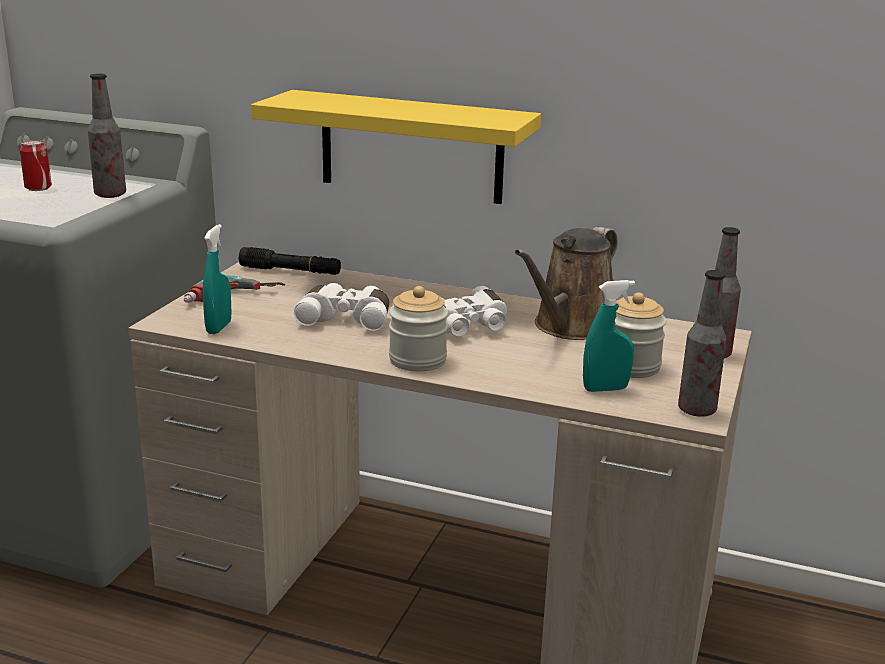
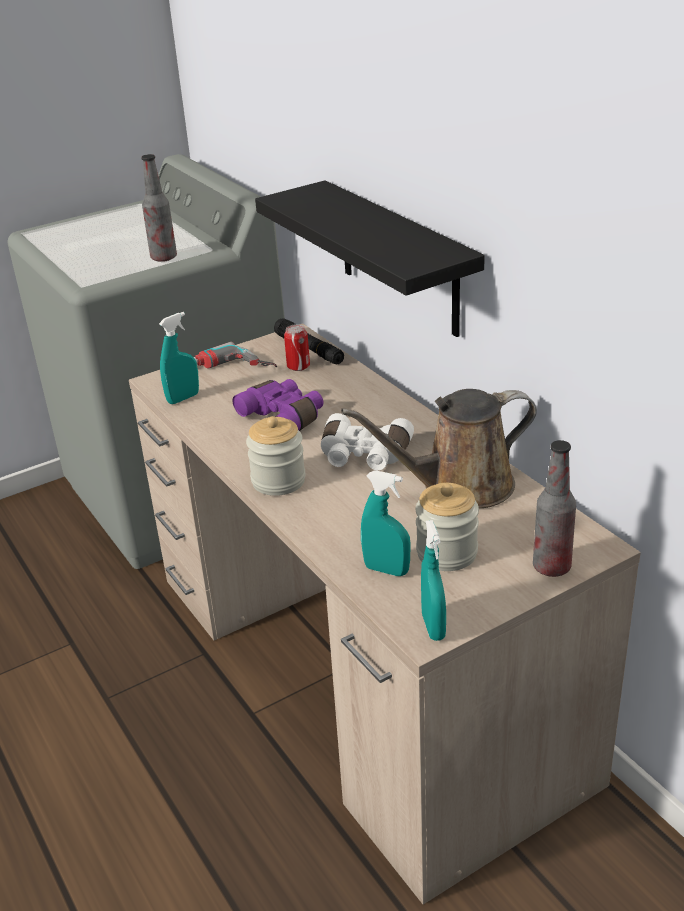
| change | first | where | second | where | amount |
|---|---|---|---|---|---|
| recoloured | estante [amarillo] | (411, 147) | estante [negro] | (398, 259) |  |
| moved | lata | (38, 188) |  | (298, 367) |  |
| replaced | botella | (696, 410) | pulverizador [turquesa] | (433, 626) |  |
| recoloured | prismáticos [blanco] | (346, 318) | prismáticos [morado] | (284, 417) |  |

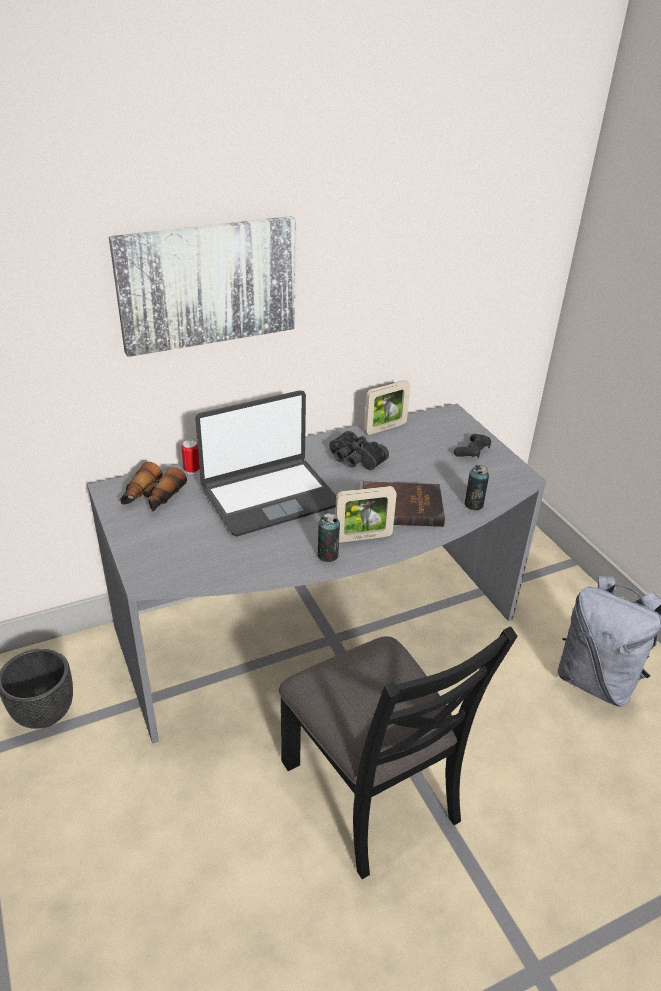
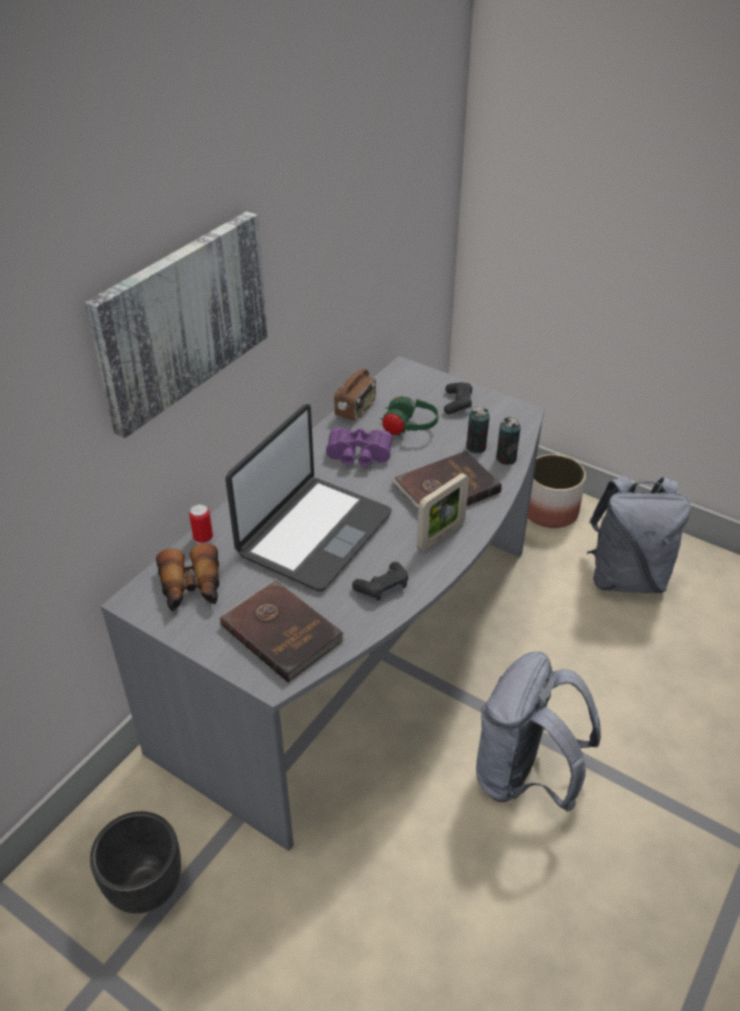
| change | first | where | second | where | amount |
|---|---|---|---|---|---|
| replaced | portarretratos | (385, 428) | radio | (356, 410) |  |
| recoloured | prismáticos [negro] | (355, 460) | prismáticos [morado] | (358, 456) |  |
| moved | lata | (327, 555) |  | (476, 447) |  |
| replaced | silla [negro] | (372, 790) | mochila [gris] | (524, 776) |  |
| added |  |  | auriculares [verde] | (409, 428) |  |
| added |  |  | maceta | (550, 511) |  |
| added |  |  | mando de consola [negro] | (382, 587) |  |
| added |  |  | libro [marrón] | (282, 631) |  |

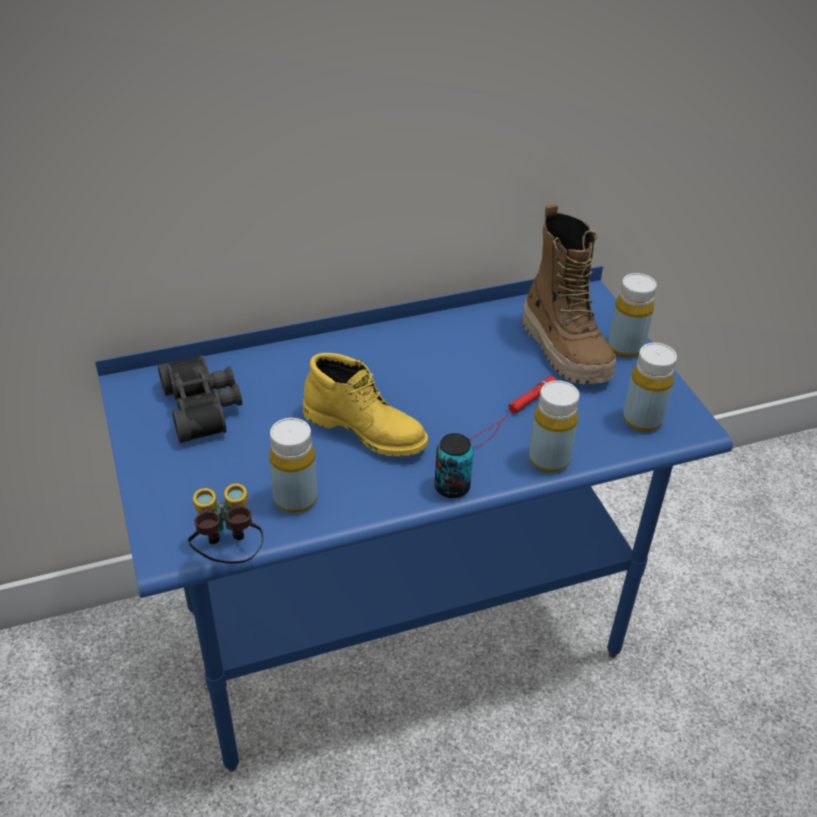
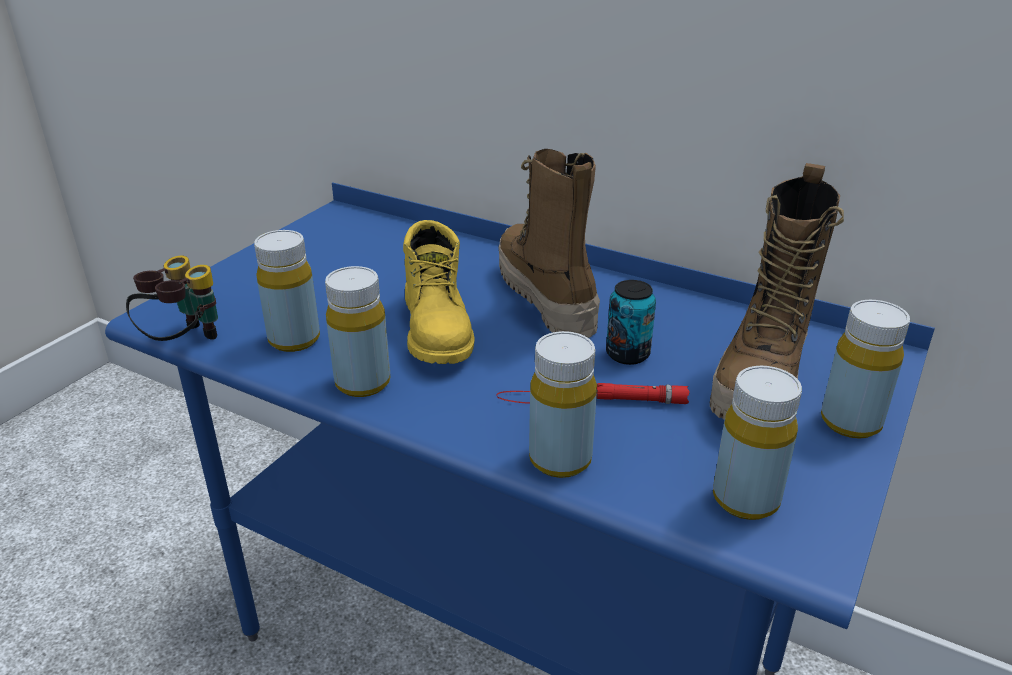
| change | first | where | second | where | amount |
|---|---|---|---|---|---|
| removed | prismáticos [negro] | (204, 407) |  |  |  |
| moved | lata | (452, 487) |  | (627, 354) |  |
| added |  |  | bota | (545, 297) |  |
| added |  |  | botella [amarillo] | (363, 383) |  |

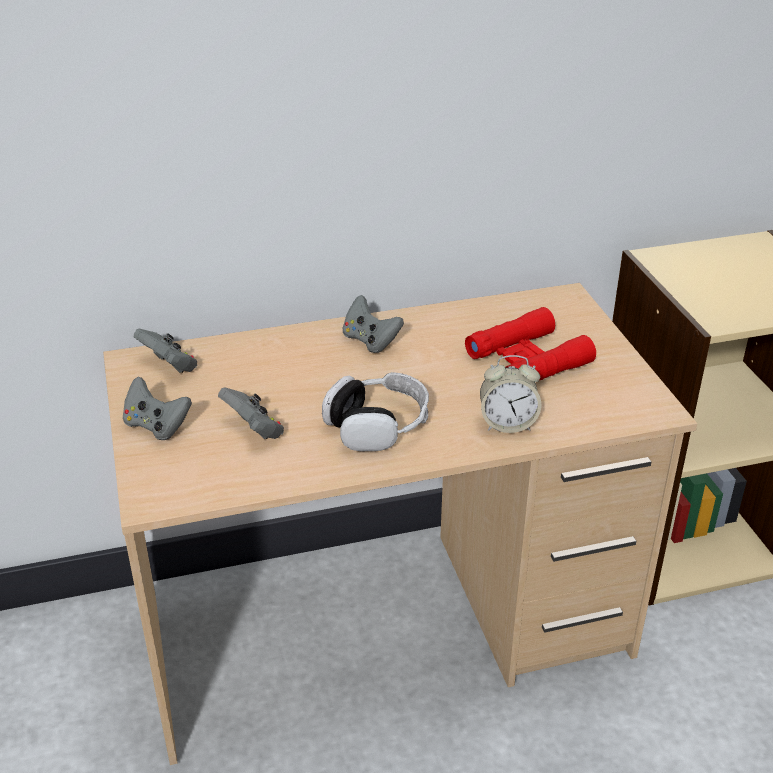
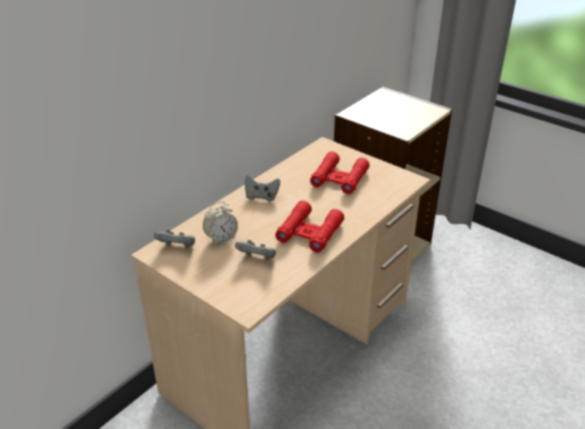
| change | first | where | second | where | amount |
|---|---|---|---|---|---|
| moved | despertador | (507, 424) |  | (221, 239) |  |
| replaced | auriculares | (377, 425) | prismáticos [rojo] | (309, 232) |  |
| removed | mando de consola [gris] | (156, 426) |  |  |  |

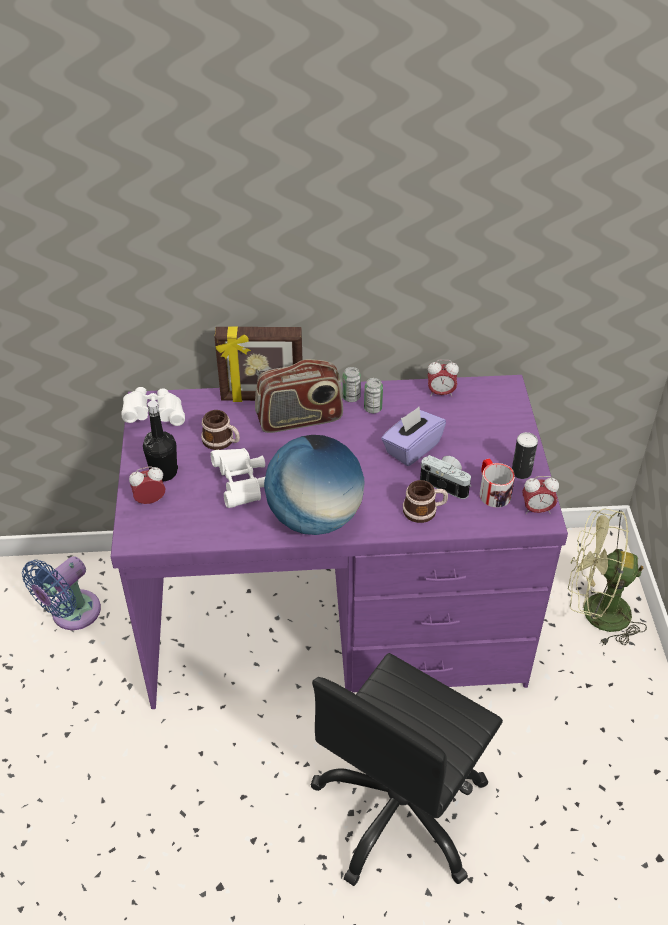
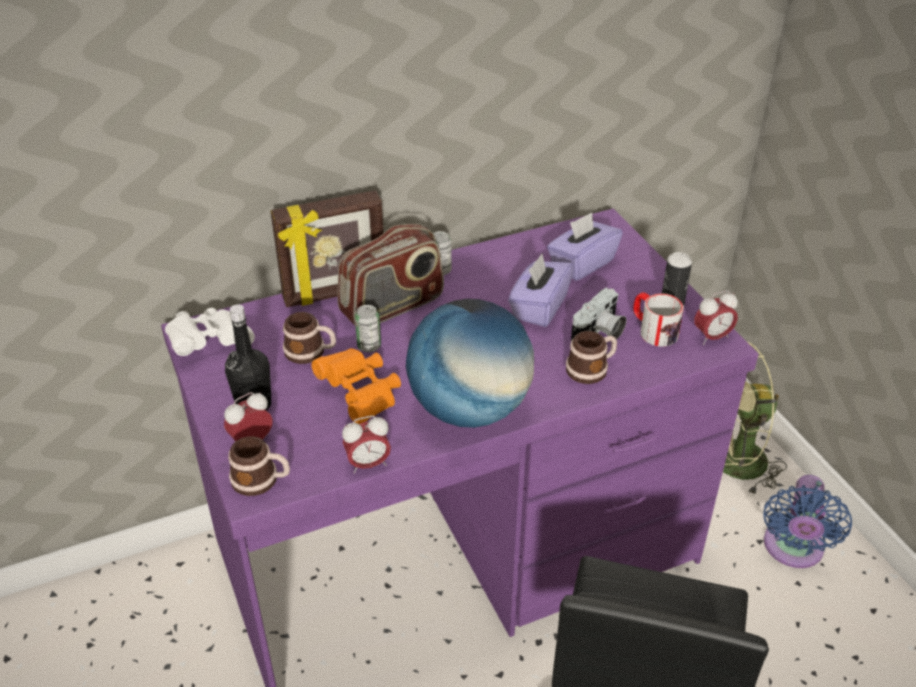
| change | first | where | second | where | amount |
|---|---|---|---|---|---|
| moved | despertador | (441, 393) |  | (368, 464) |  |
| moved | lata | (373, 408) |  | (369, 346) |  |
| recoloured | prismáticos [blanco] | (242, 485) | prismáticos [naranja] | (361, 394) |  |
| turned | cámara | (447, 482) |  | (599, 333) | 120 degrees clockwise |
| moved | ventilador [azul] | (71, 614) |  | (792, 549) |  |
| added |  |  | caja de pañuelos [morado] | (582, 264) |  |
| added |  |  | taza grande | (261, 480) |  |

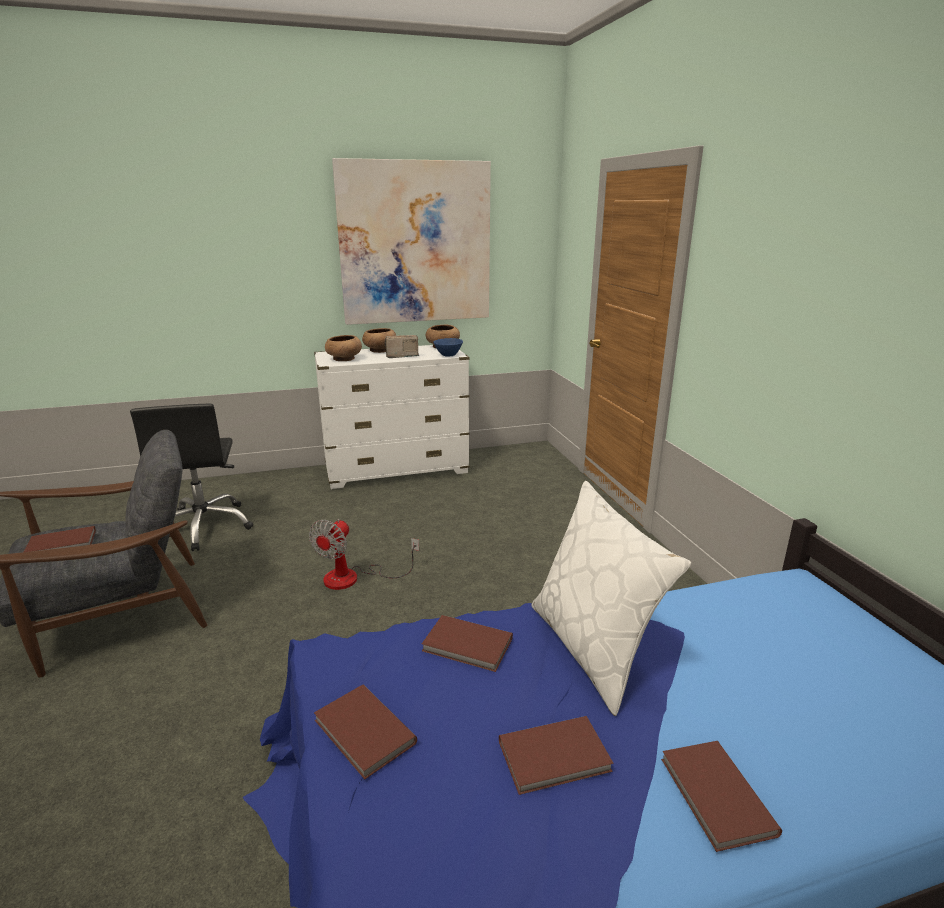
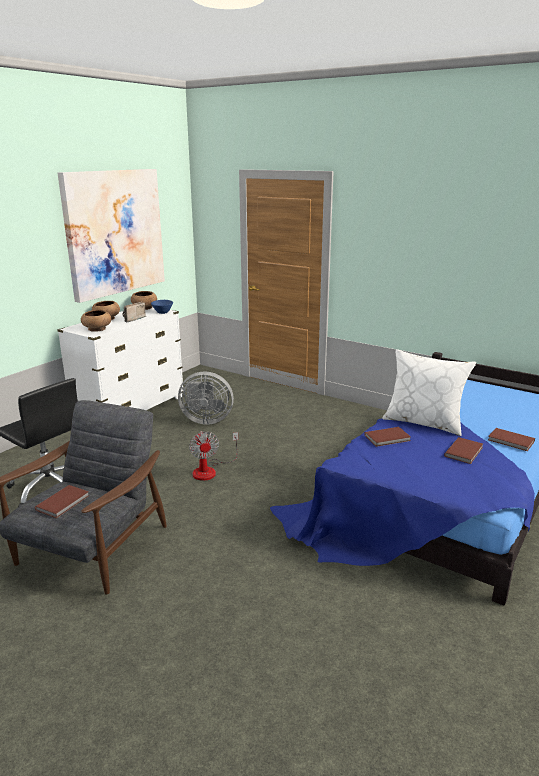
| change | first | where | second | where | amount |
|---|---|---|---|---|---|
| removed | libro [marrón] | (363, 734) |  |  |  |
| added |  |  | ventilador [gris] | (206, 420) |  |

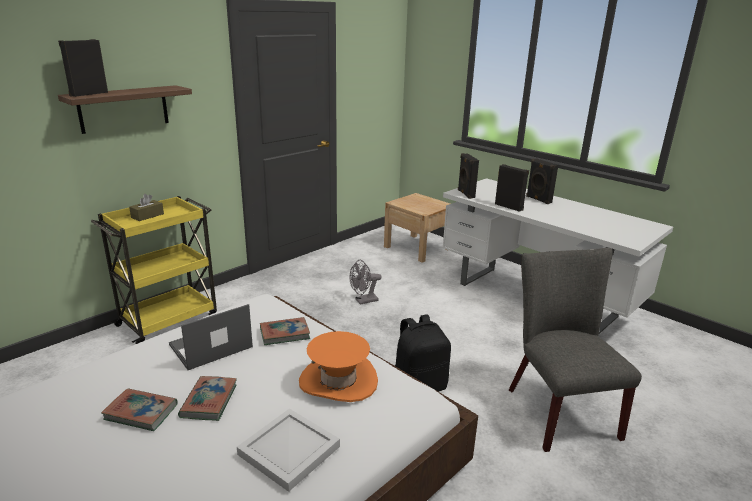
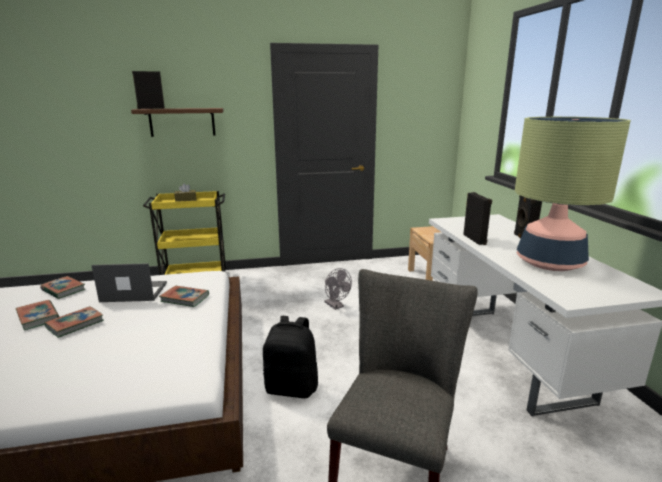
| change | first | where | second | where | amount |
|---|---|---|---|---|---|
| removed | altavoz [negro] | (465, 194) |  |  |  |
| turned | ventilador [gris] | (363, 301) |  | (336, 306) | 135 degrees counterclockwise |
| removed | sombrero [naranja] | (338, 381) |  |  |  |
| removed | bandeja [blanco] | (289, 449) |  |  |  |
| added |  |  | lámpara de mesa | (549, 262) |  |
| added |  |  | libro | (63, 290) |  |

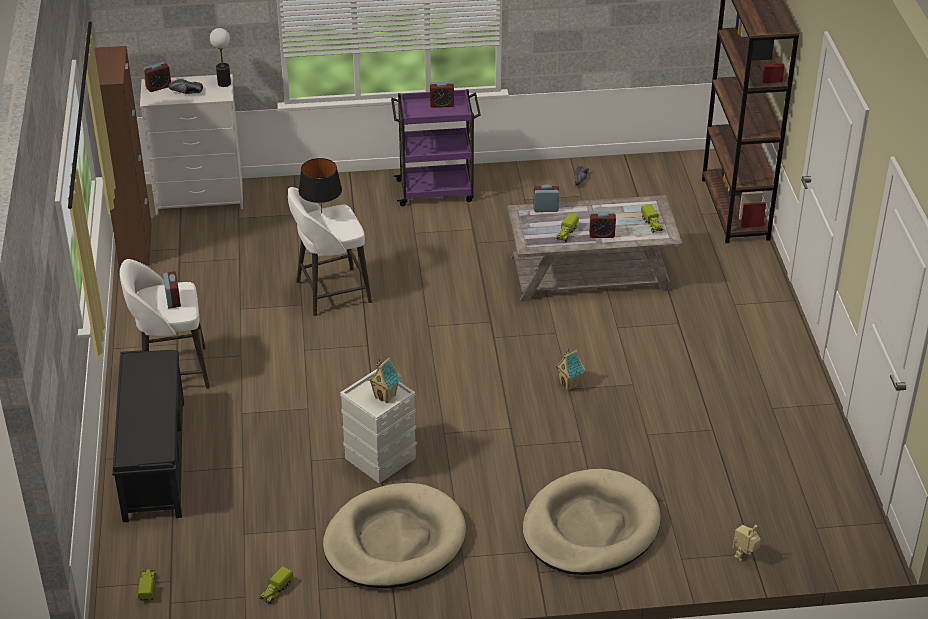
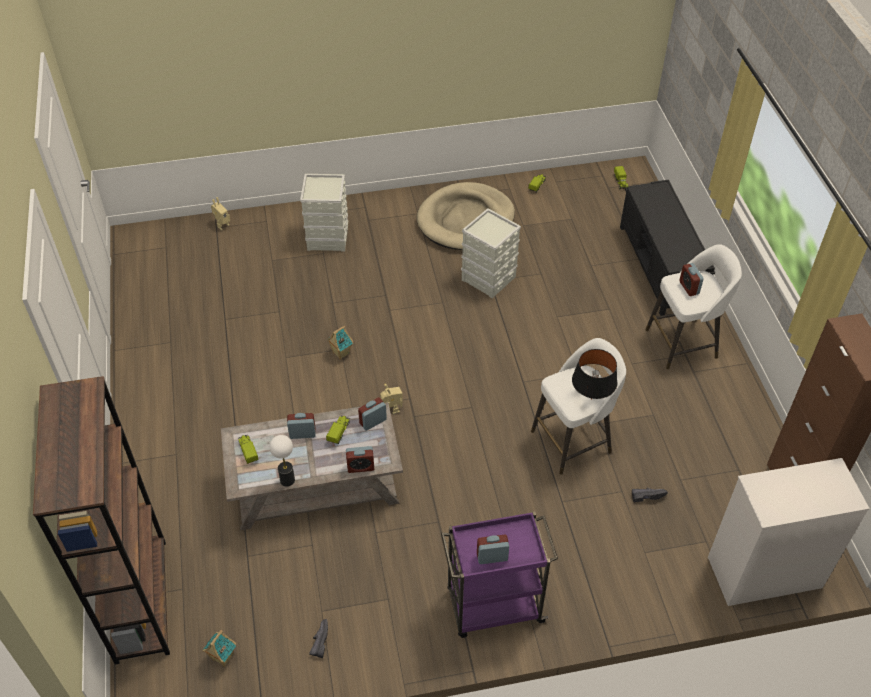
| change | first | where | second | where | amount |
|---|---|---|---|---|---|
| moved | lámpara de mesa | (224, 83) |  | (287, 480) |  |
| moved | despertador | (158, 87) |  | (373, 421) |  |
| moved | zapato [negro] | (186, 93) |  | (647, 495) |  |
| moved | casita | (386, 396) |  | (222, 658) |  |
| replaced | cama para perro [beis] | (590, 528) | caja de almacenaje [gris] | (328, 237) |  |
| added |  |  | robot de juguete | (392, 409) |  |

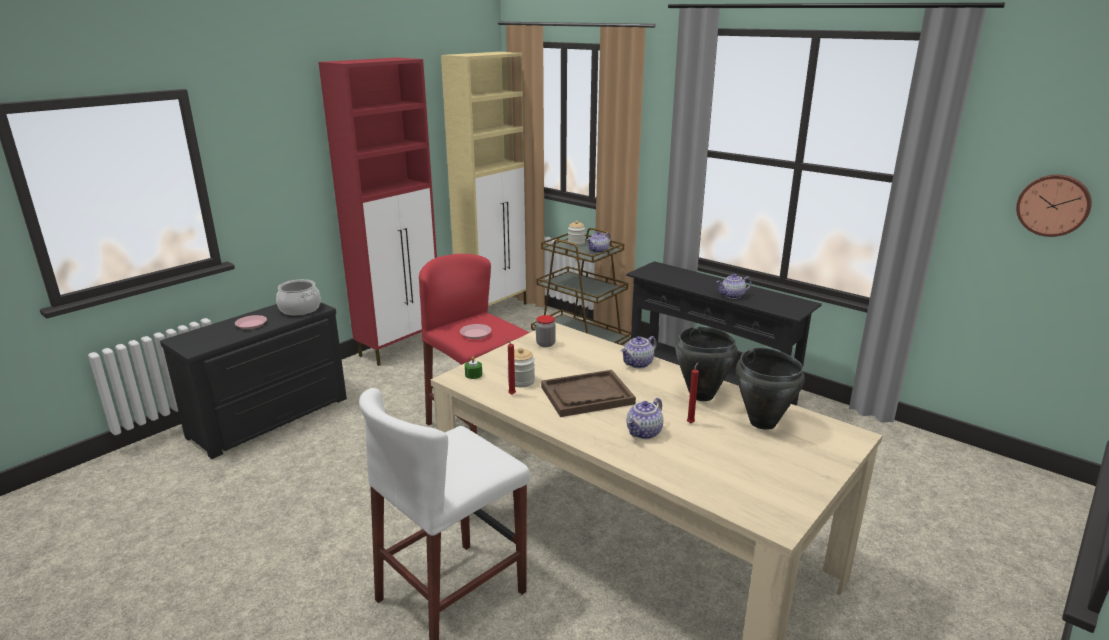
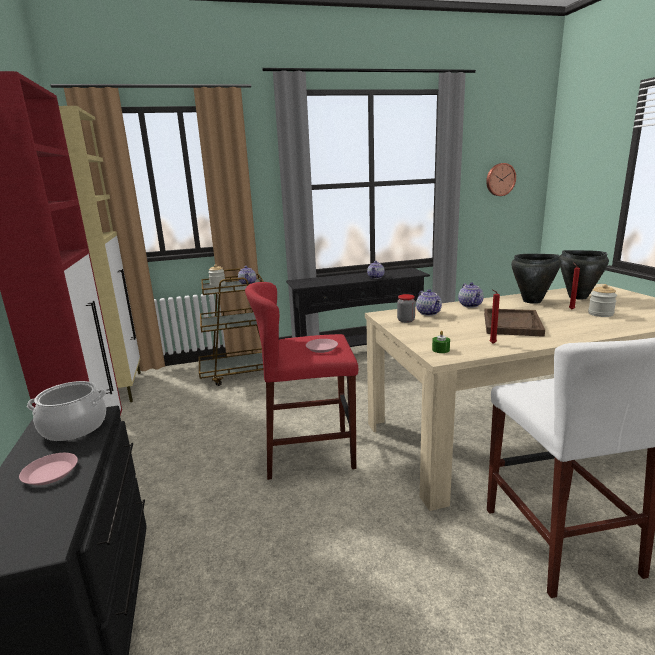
| change | first | where | second | where | amount |
|---|---|---|---|---|---|
| moved | tarro | (521, 381) |  | (600, 314) |  |
| moved | tetera | (644, 433) |  | (429, 313) |  |

